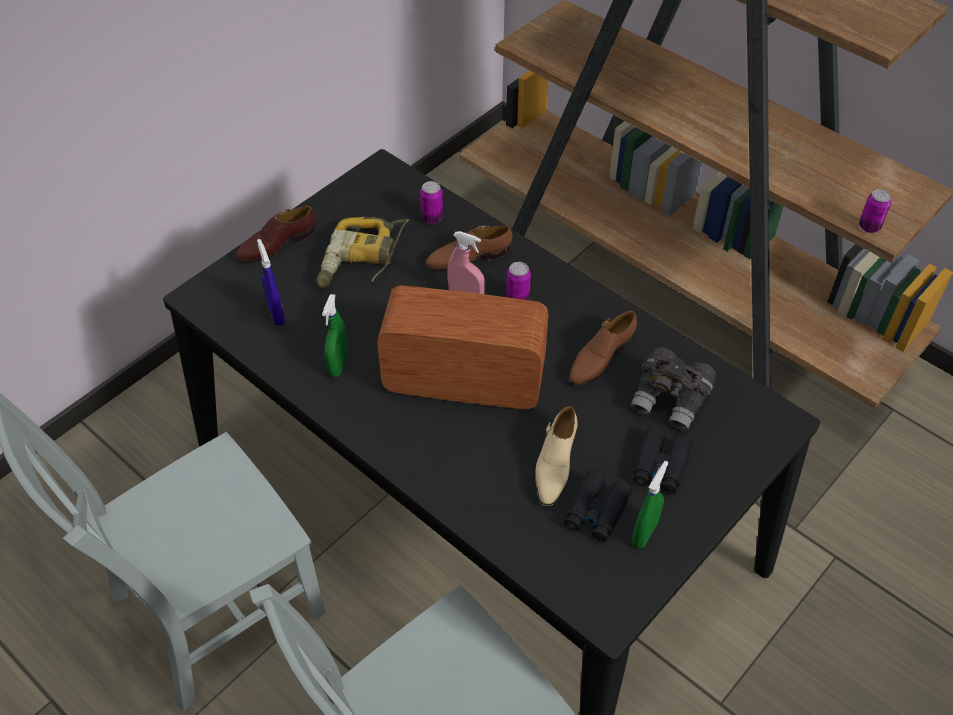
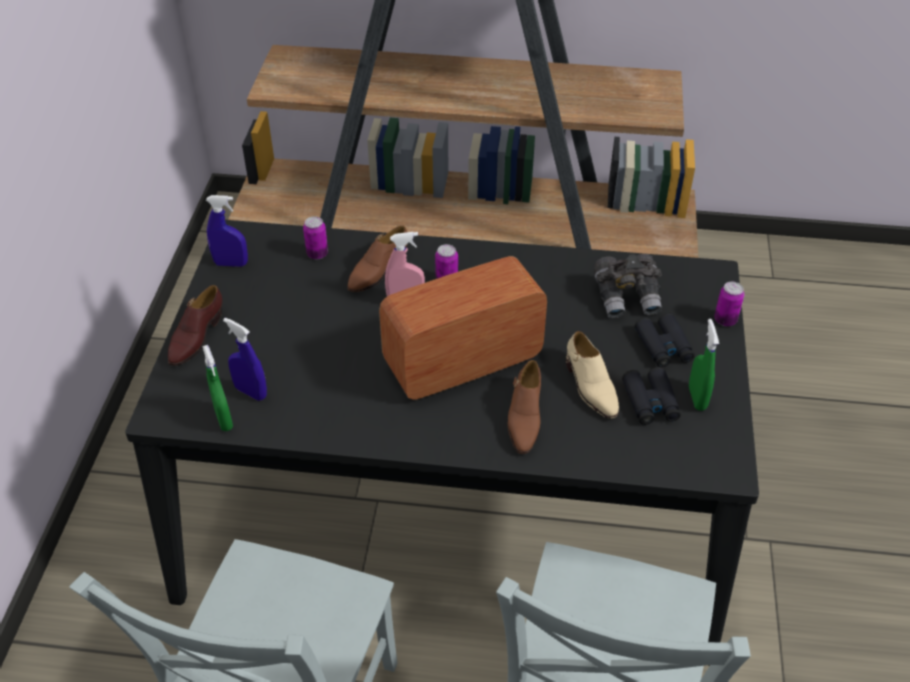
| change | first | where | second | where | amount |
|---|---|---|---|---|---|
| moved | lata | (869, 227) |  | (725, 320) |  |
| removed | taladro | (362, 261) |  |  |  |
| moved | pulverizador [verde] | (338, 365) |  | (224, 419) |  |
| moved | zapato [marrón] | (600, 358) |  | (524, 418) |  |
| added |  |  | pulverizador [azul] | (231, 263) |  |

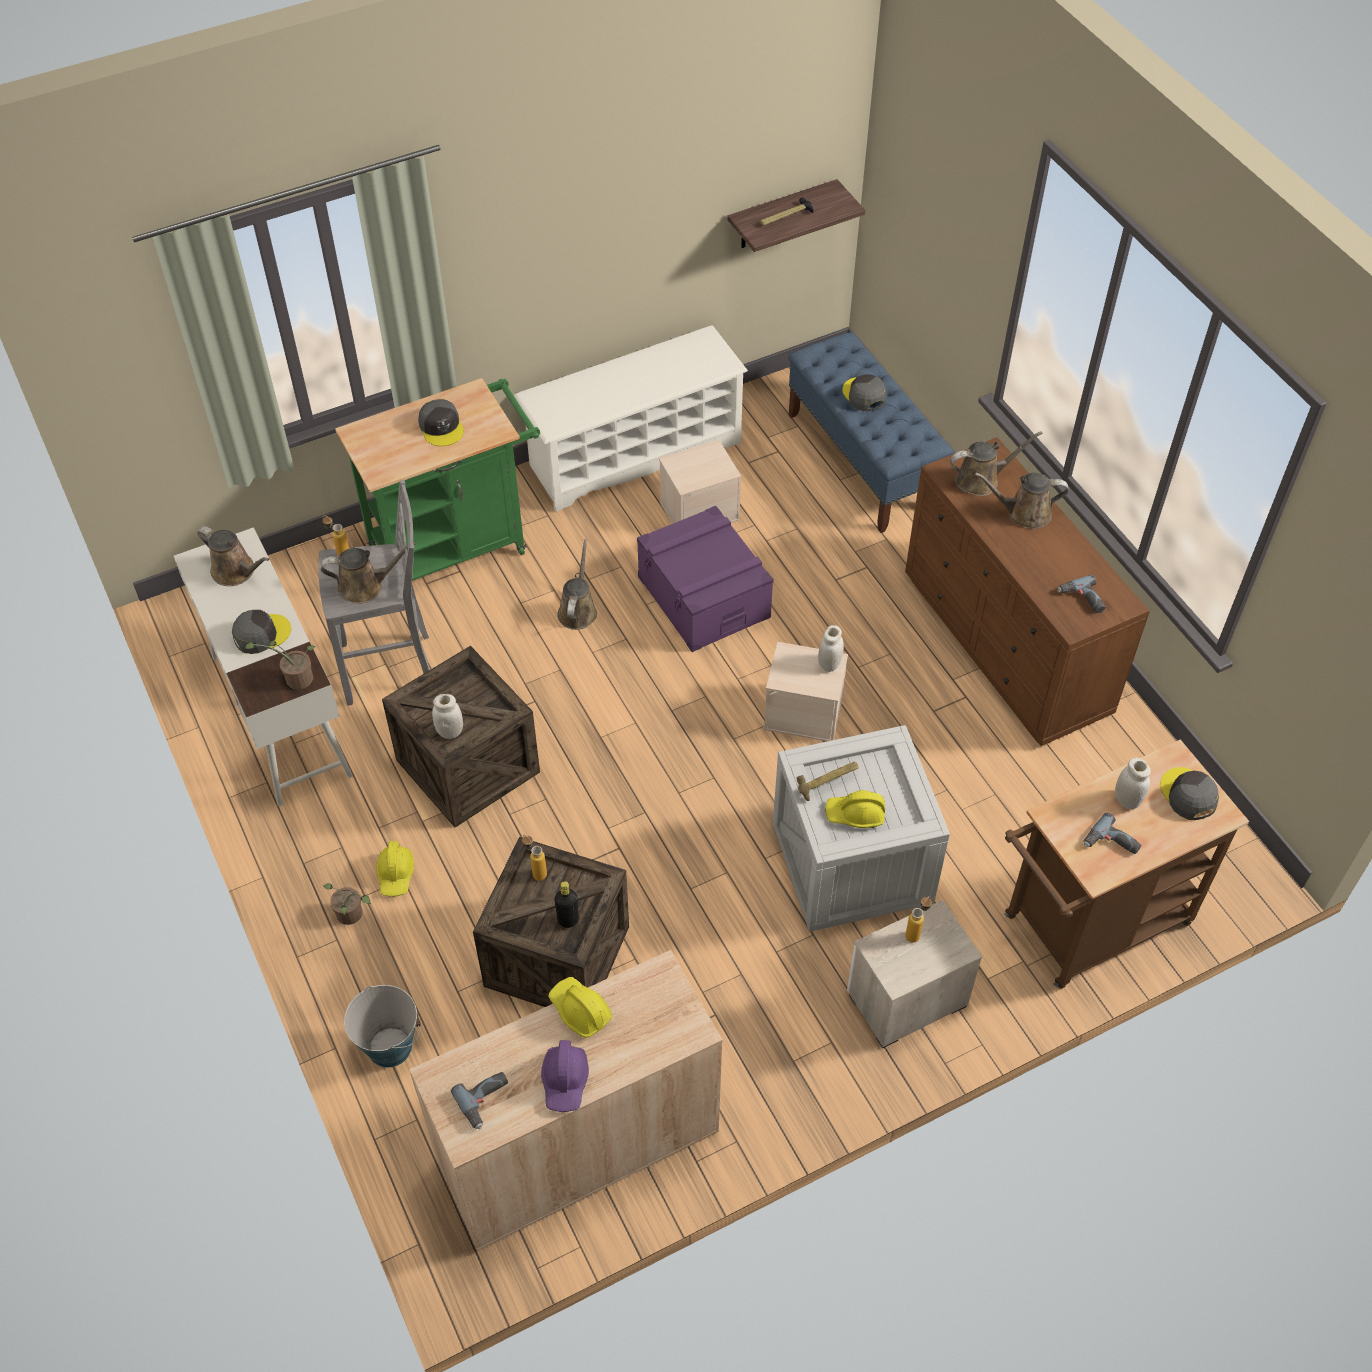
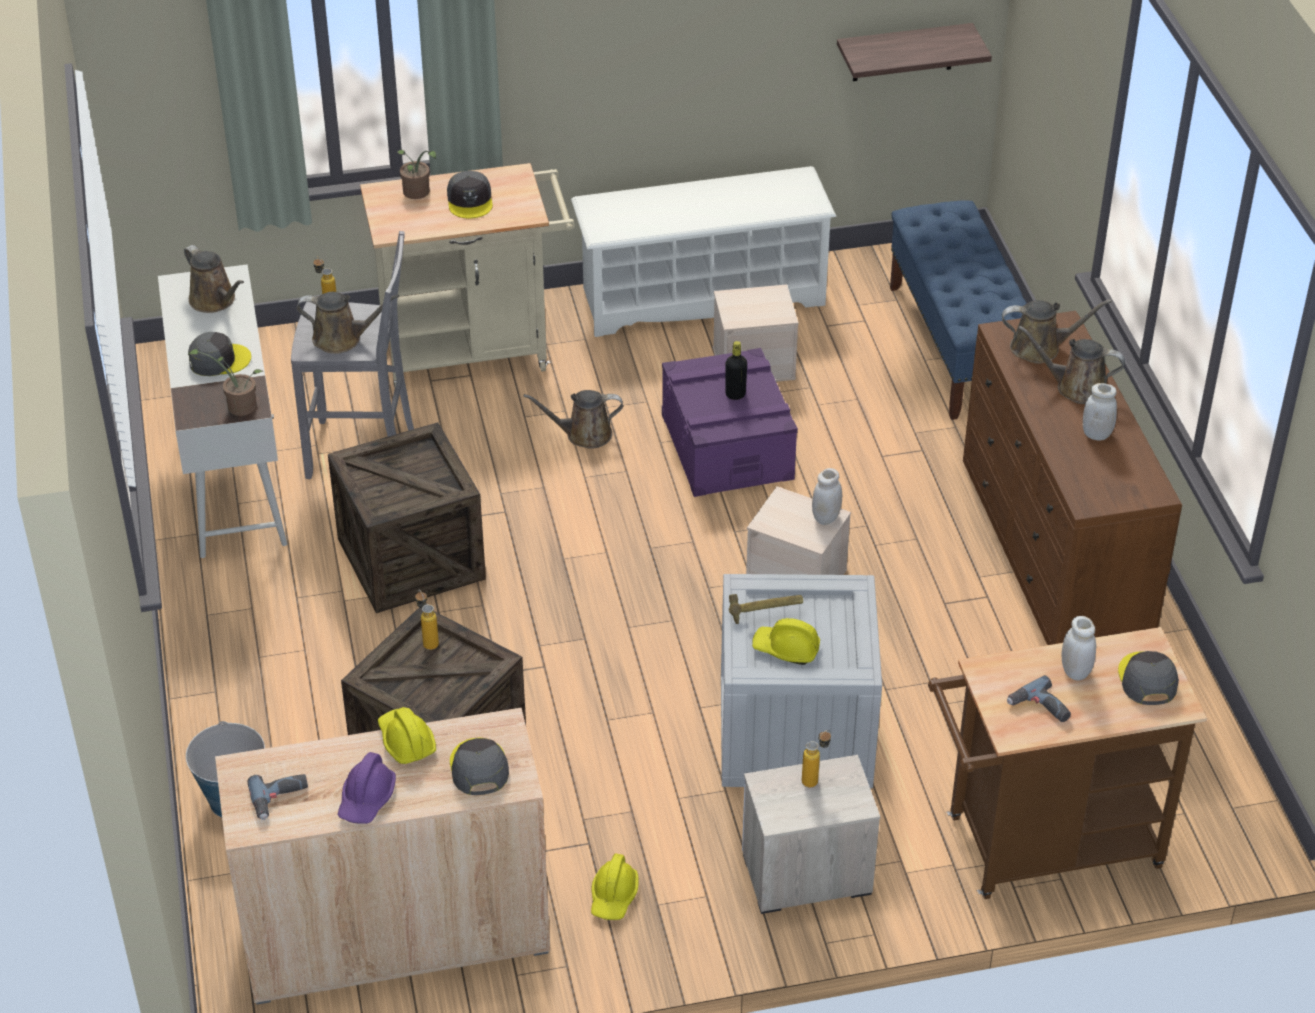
| change | first | where | second | where | amount |
|---|---|---|---|---|---|
| removed | martillo | (785, 217) |  |  |  |
| moved | gorra [gris] | (864, 395) |  | (478, 768) |  |
| recoloured | carrito [verde] | (456, 545) | carrito [beis] | (476, 350) |  |
| turned | regadera [marrón] | (578, 610) |  | (584, 434) | 120 degrees counterclockwise |
| removed | taladro | (1082, 599) |  |  |  |
| moved | tarro [blanco] | (450, 731) |  | (1096, 434) |  |
| moved | casco [amarillo] | (396, 874) |  | (614, 896) |  |
| moved | botella [negro] | (568, 920) |  | (735, 394) |  |
| moved | planta en maceta | (351, 916) |  | (417, 193) |  |

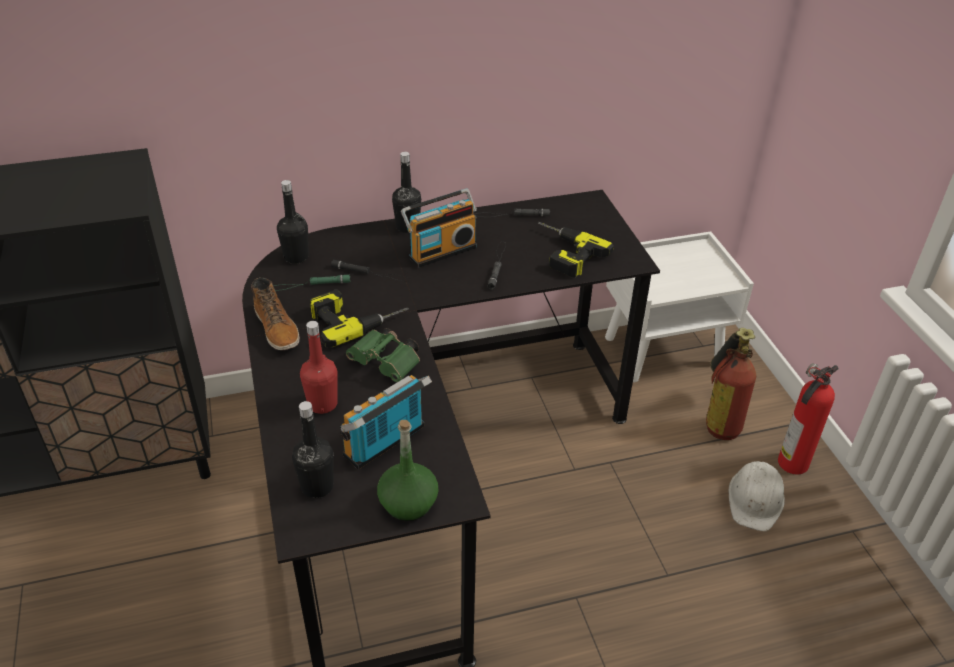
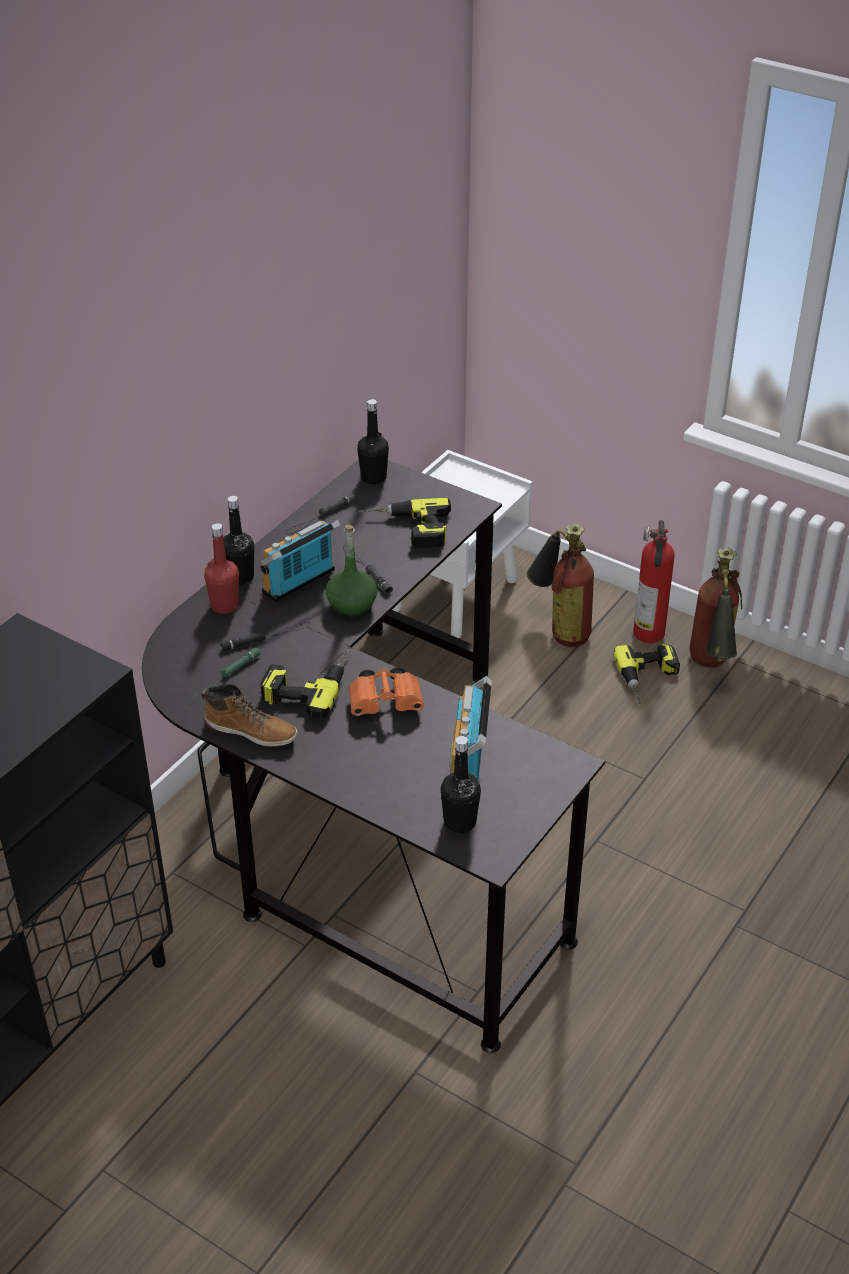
| change | first | where | second | where | amount |
|---|---|---|---|---|---|
| moved | botella [negro] | (296, 257) |  | (373, 478) |  |
| turned | radio | (441, 251) |  | (301, 583) | 150 degrees counterclockwise |
| moved | botella [rojo] | (322, 404) |  | (224, 605) |  |
| recoloured | prismáticos [verde] | (387, 364) | prismáticos [naranja] | (387, 703) |  |
| moved | botella [verde] | (408, 503) |  | (352, 605) |  |
| replaced | casco [blanco] | (755, 499) | taladro | (650, 679) |  |
| added |  |  | extintor | (710, 668) |  |

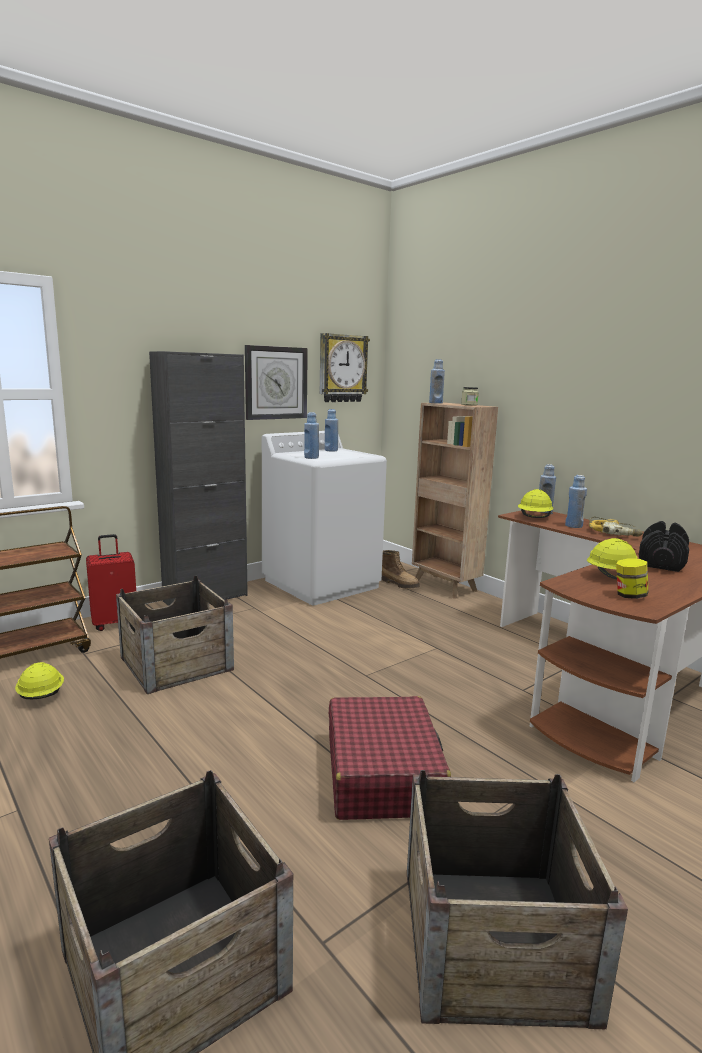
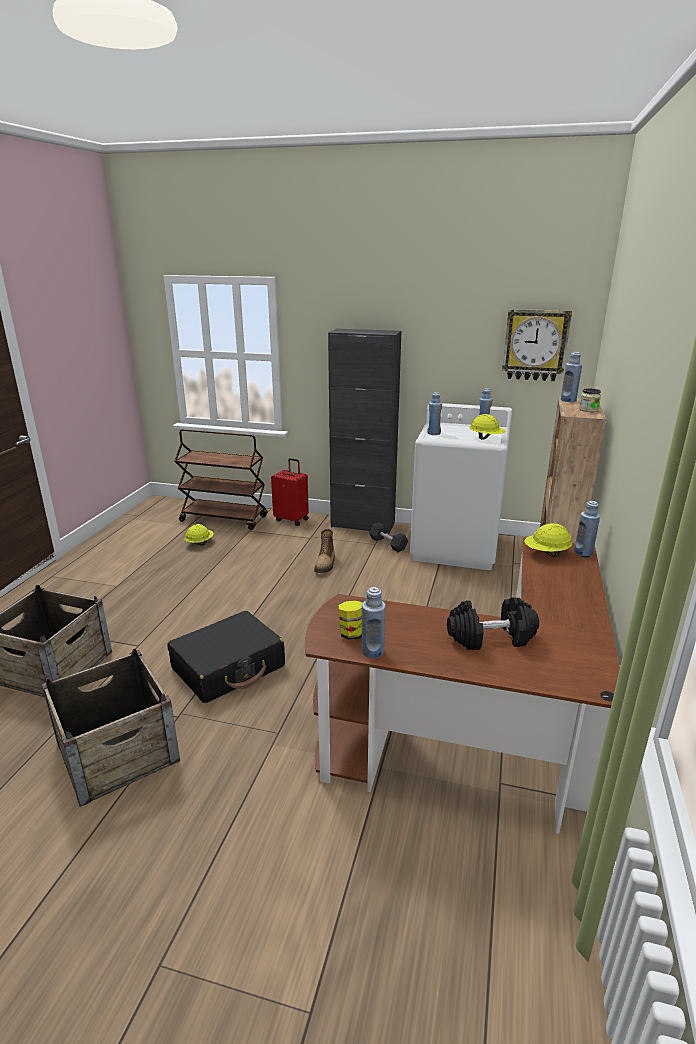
| change | first | where | second | where | amount |
|---|---|---|---|---|---|
| removed | reloj de pared | (276, 383) |  |  |  |
| moved | botella [azul] | (573, 526) |  | (372, 651) |  |
| removed | taladro | (613, 532) |  |  |  |
| moved | casco [amarillo] | (613, 576) |  | (486, 438) |  |
| moved | bota | (400, 584) |  | (325, 565) |  |
| removed | caja de embalaje | (176, 663) |  |  |  |
| recoloured | maleta [rojo] | (382, 773) | maleta [negro] | (229, 667) |  |
| added |  |  | mancuerna [gris] | (388, 544) |  |

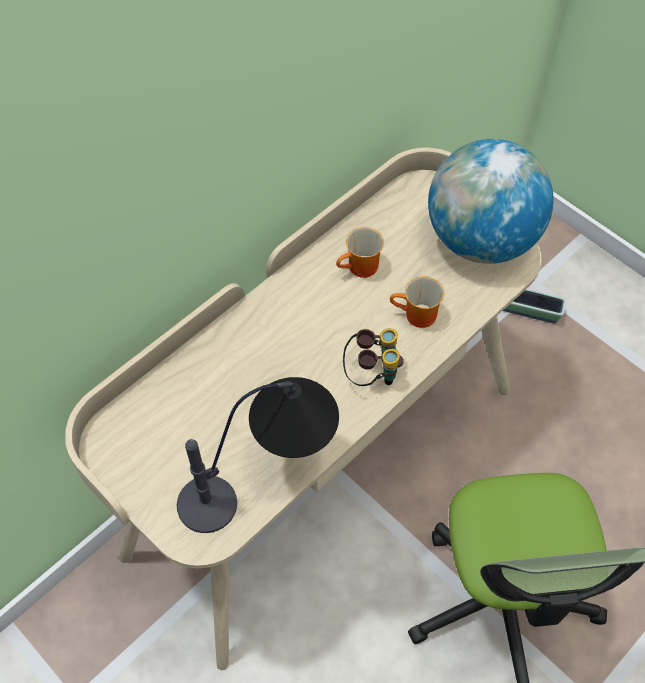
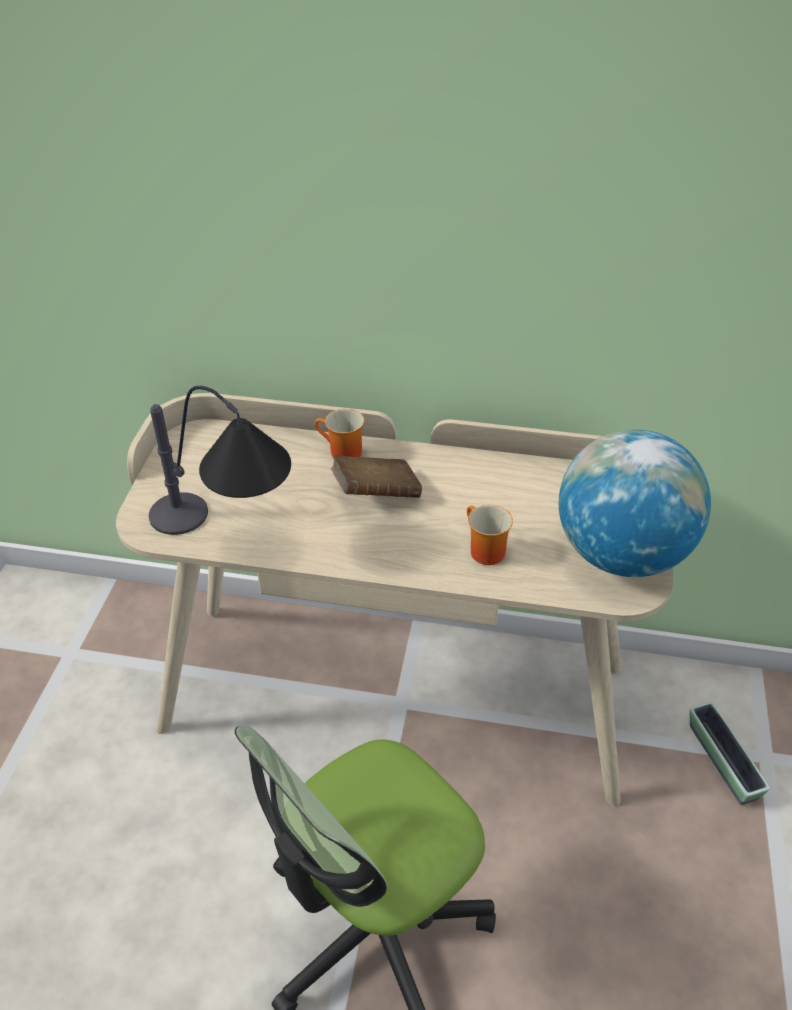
| change | first | where | second | where | amount |
|---|---|---|---|---|---|
| moved | taza grande | (361, 269) |  | (341, 453) |  |
| removed | prismáticos | (372, 374) |  |  |  |
| added |  |  | libro [marrón] | (376, 493) |  |

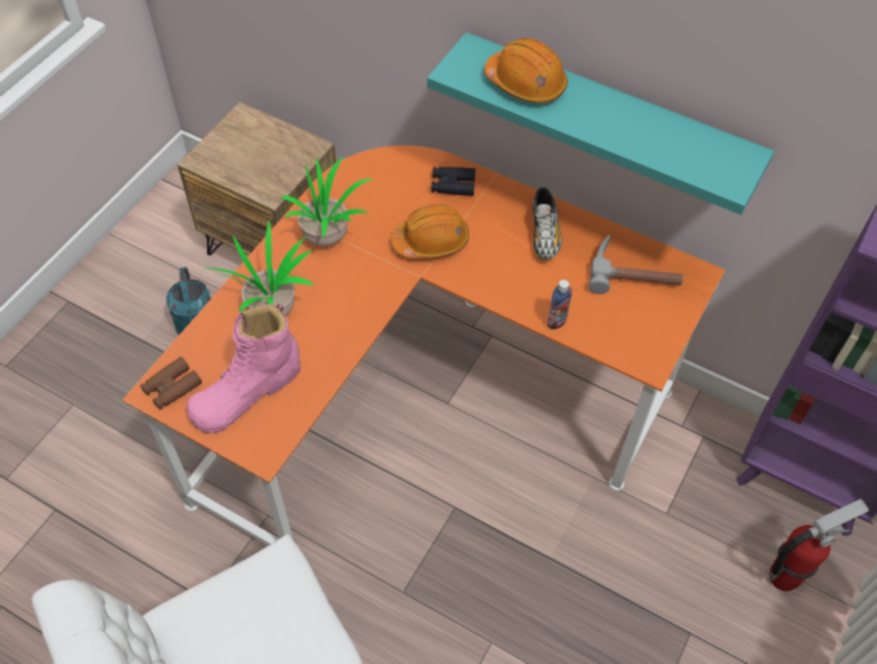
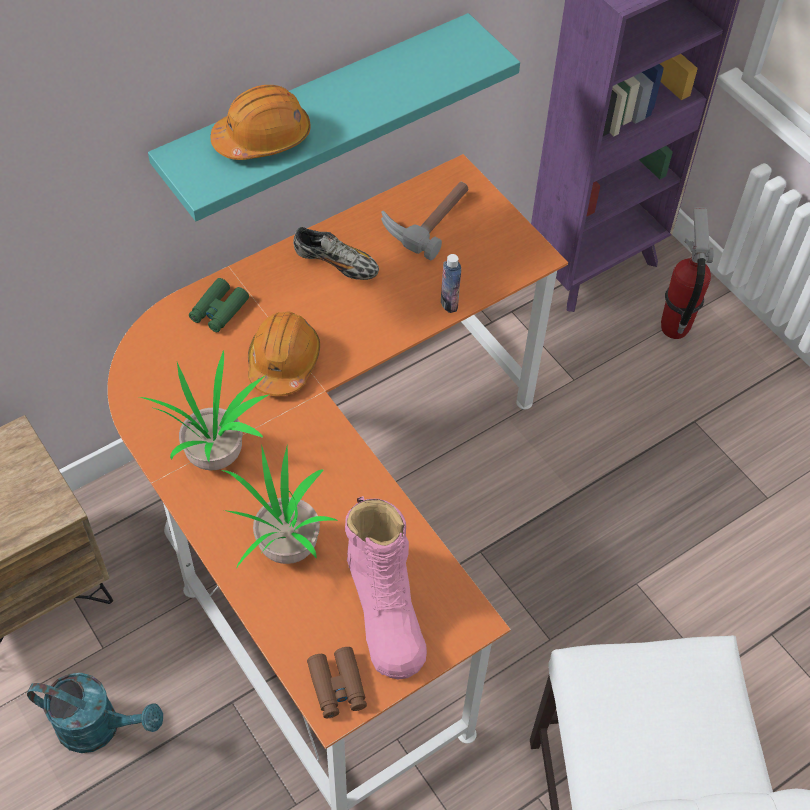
| change | first | where | second | where | amount |
|---|---|---|---|---|---|
| recoloured | prismáticos [negro] | (453, 185) | prismáticos [verde] | (219, 310) |  |

